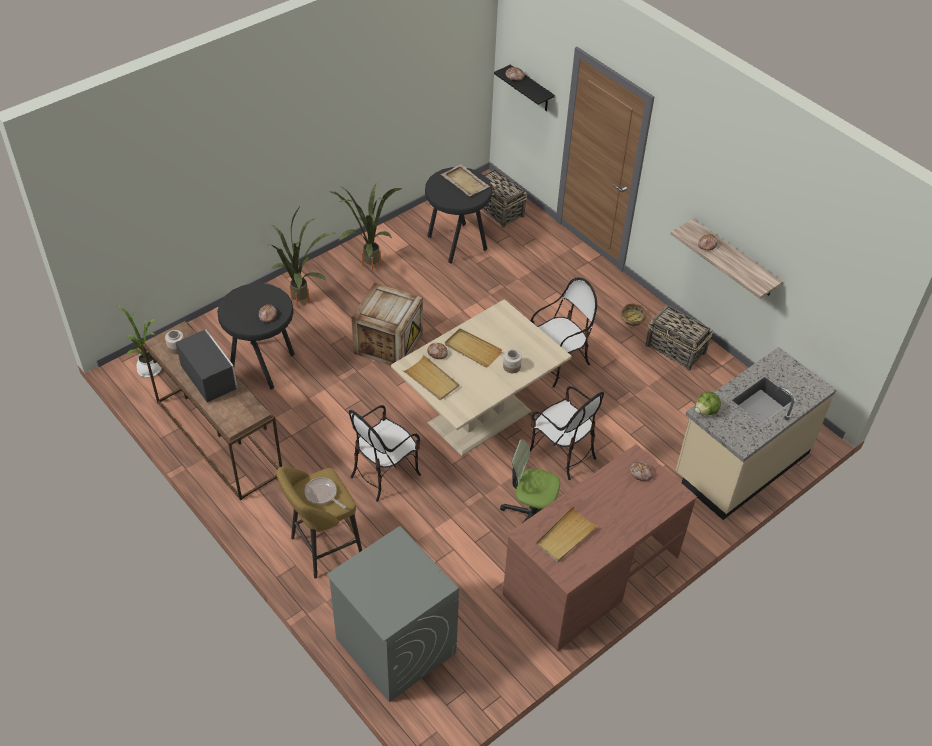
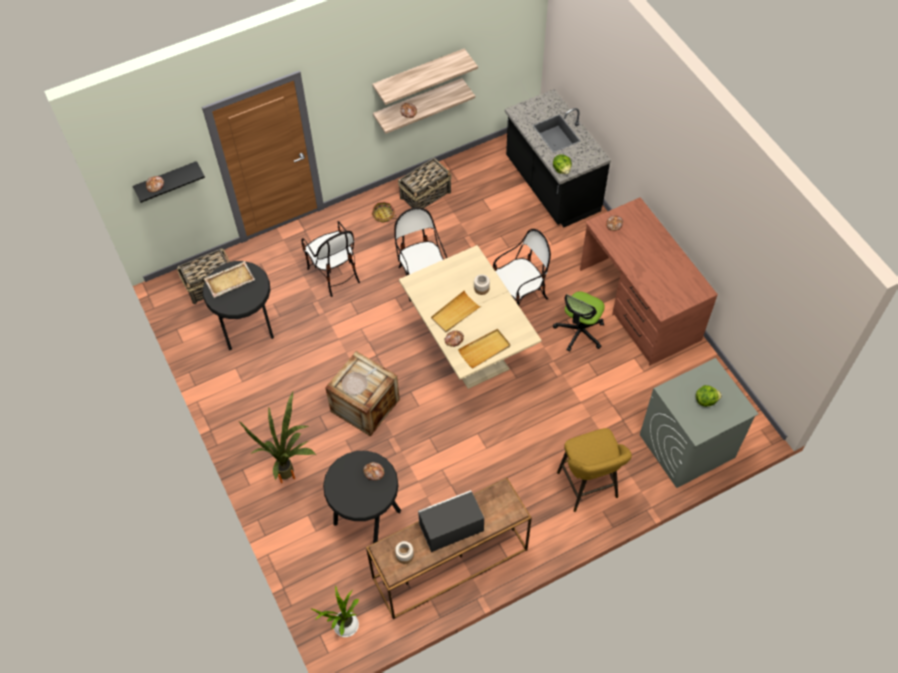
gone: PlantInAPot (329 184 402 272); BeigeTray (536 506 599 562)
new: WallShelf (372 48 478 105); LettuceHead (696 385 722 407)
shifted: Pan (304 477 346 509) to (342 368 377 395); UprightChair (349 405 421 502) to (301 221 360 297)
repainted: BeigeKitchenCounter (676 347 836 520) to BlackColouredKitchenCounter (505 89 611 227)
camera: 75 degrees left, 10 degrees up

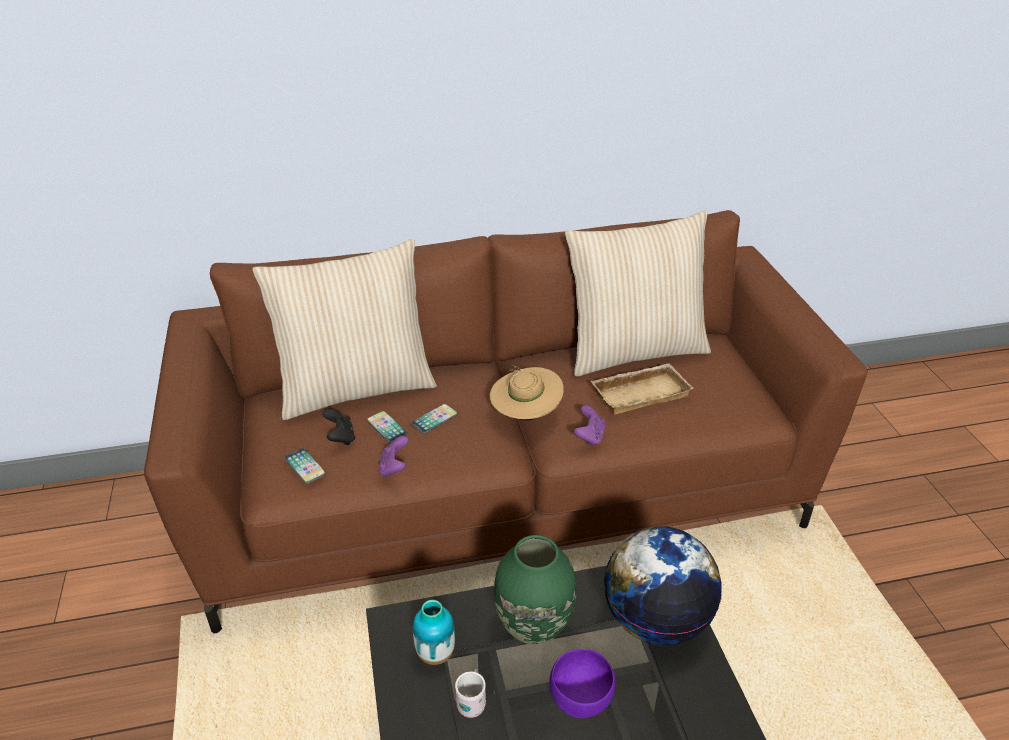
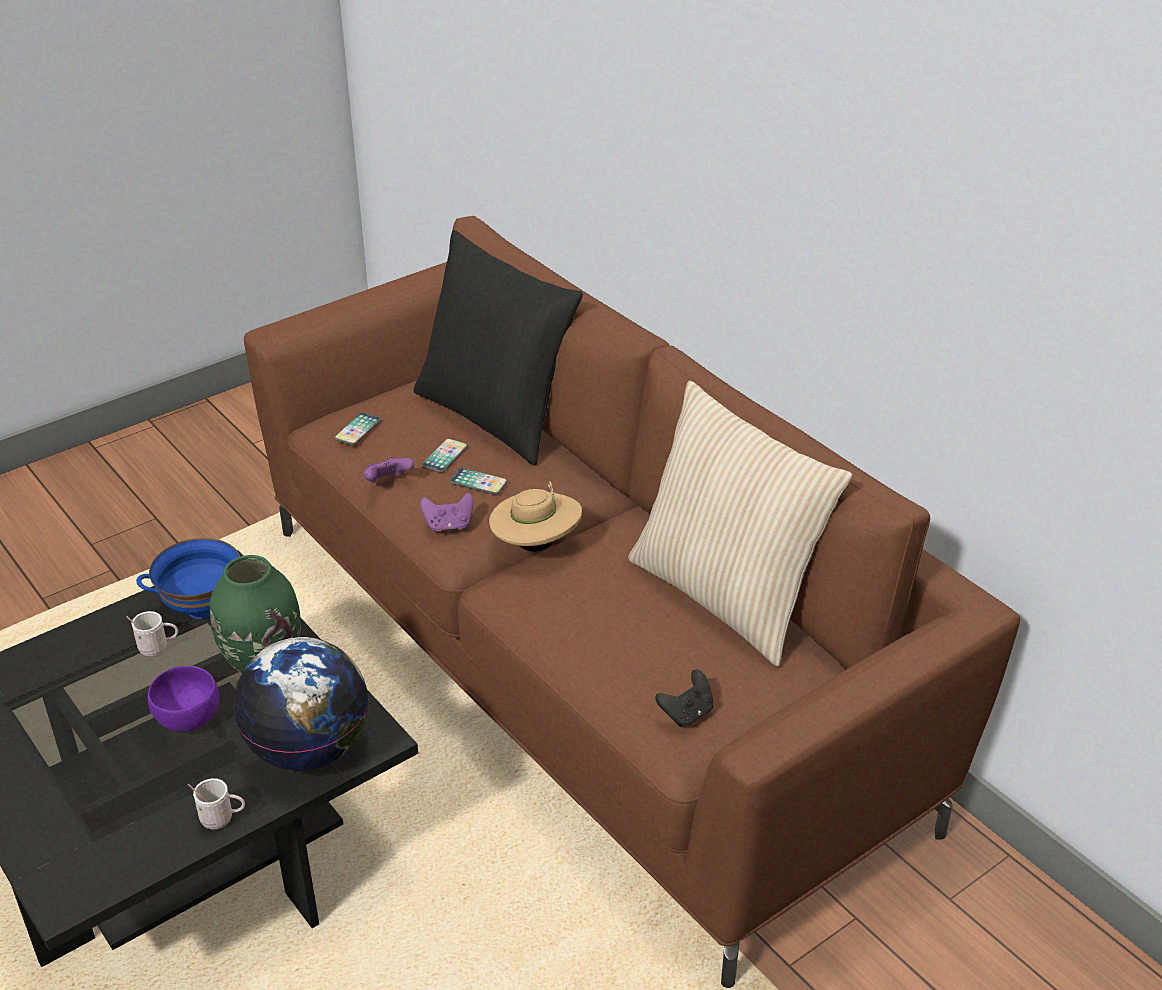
gone: BeigeTray (591 363 694 414)
new: WhiteCoffeeMug (188 778 245 830)
shifted: BlackColouredJoypad (322 409 355 445) to (655 670 714 727); PurpleColouredJoypad (574 405 605 447) to (420 493 474 532)
swapped: FlowerVase (413 600 455 665) to BluishDeepDish (136 538 240 619)
repainted: BeigeCushion (253 239 437 420) to BlackColouredCushion (413 230 583 466)
camera: 65 degrees right, 0 degrees up

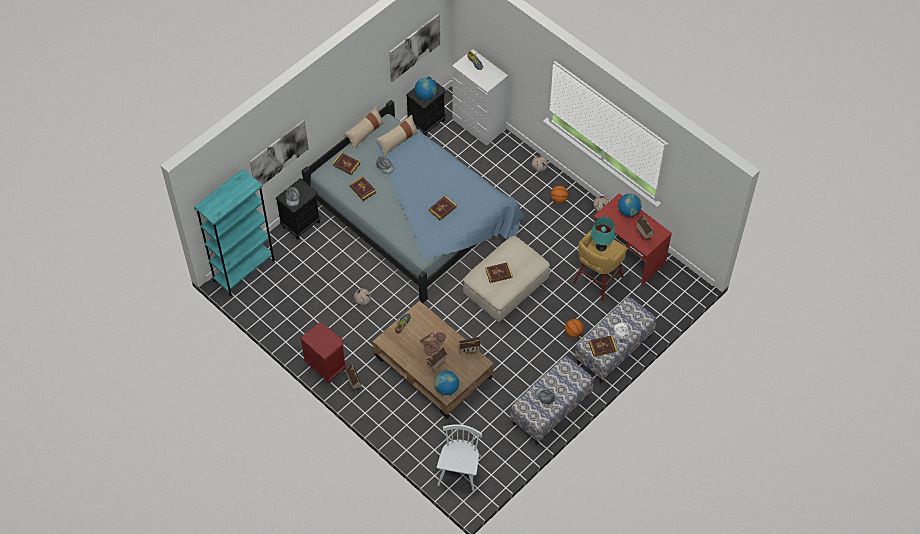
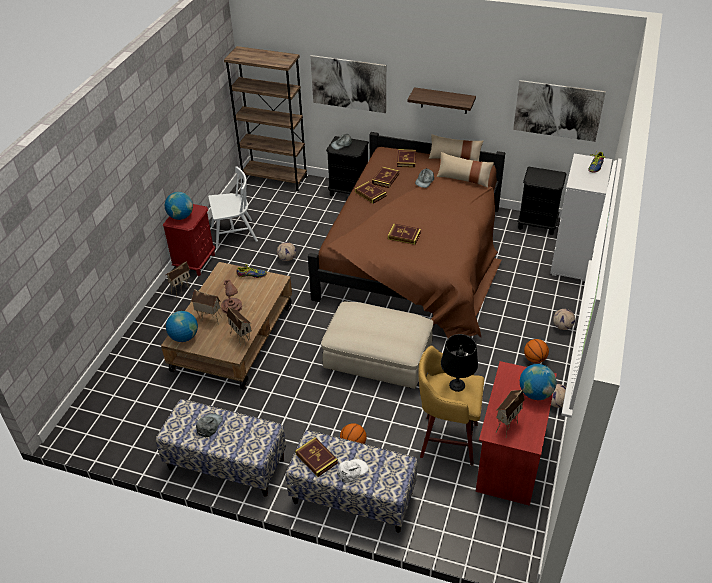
new: WallShelf (408 87 476 114)
shifted: DeskGlobe (415 78 437 100) to (165 192 193 220); WhiteUprightChair (437 424 482 492) to (208 166 258 249); Volume (485 262 513 283) to (355 181 387 204)
repainted: TurquoiseShelvingUnit (194 169 275 296) to BrownColouredShelvingUnit (224 46 308 191); BluishBed (302 100 525 303) to BrownColouredBed (308 132 505 338); TurquoiseTabletopLamp (591 216 615 251) to BlackColouredTabletopLamp (441 334 478 392)
camera: 65 degrees right, 15 degrees down

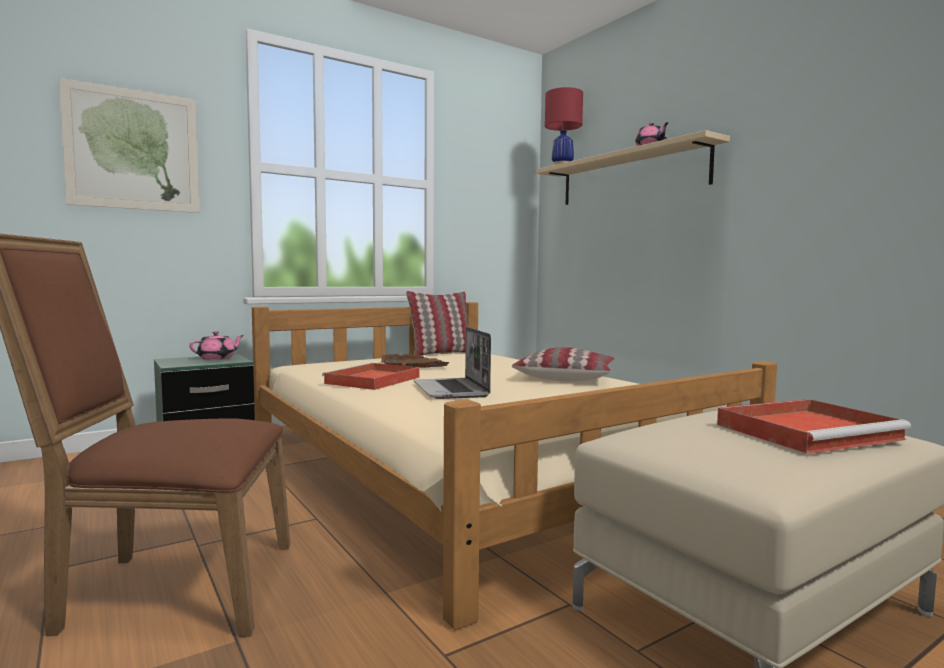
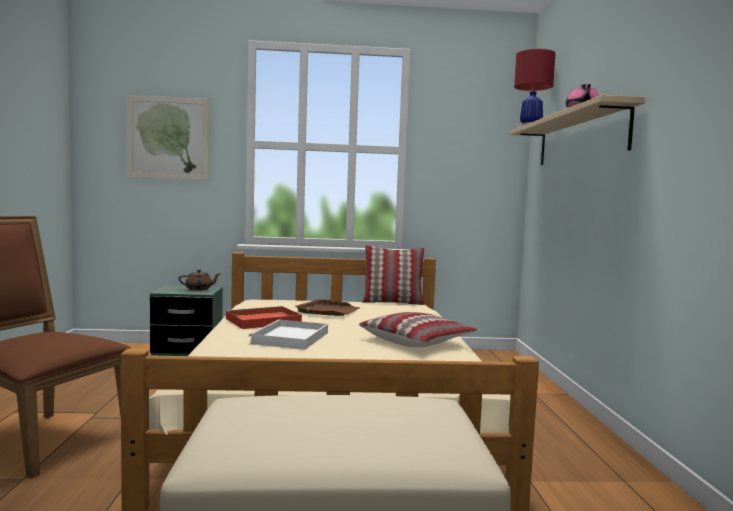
gone: RedColouredTray (717 399 911 454)
swapped: PortableComputer (414 327 491 399) to WhiteTray (249 319 328 350)
repainted: PinkishTeapot (189 331 244 360) to BrownColouredTeapot (179 269 220 290)
camera: 30 degrees right, 0 degrees up

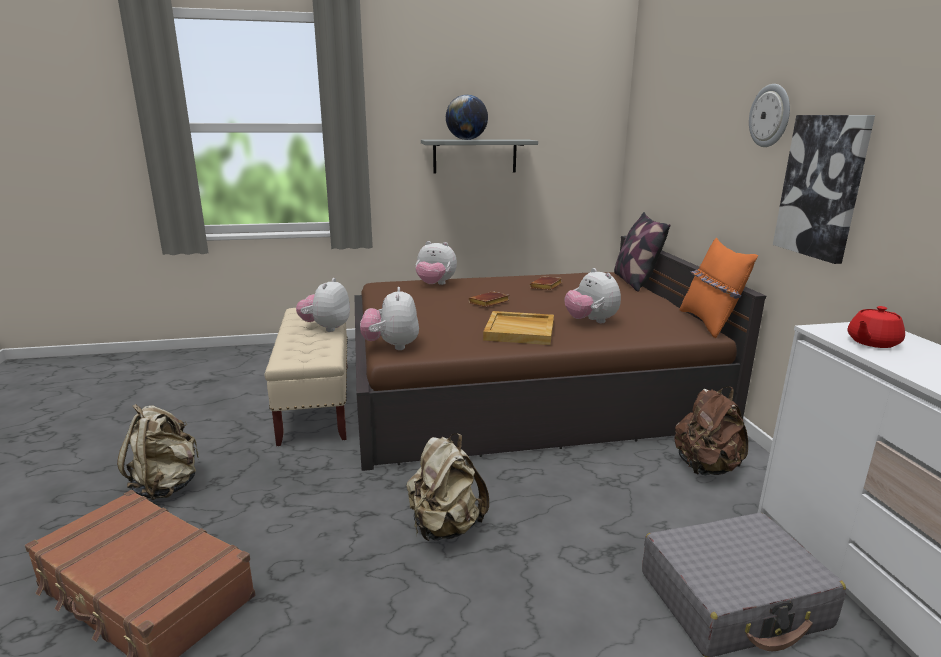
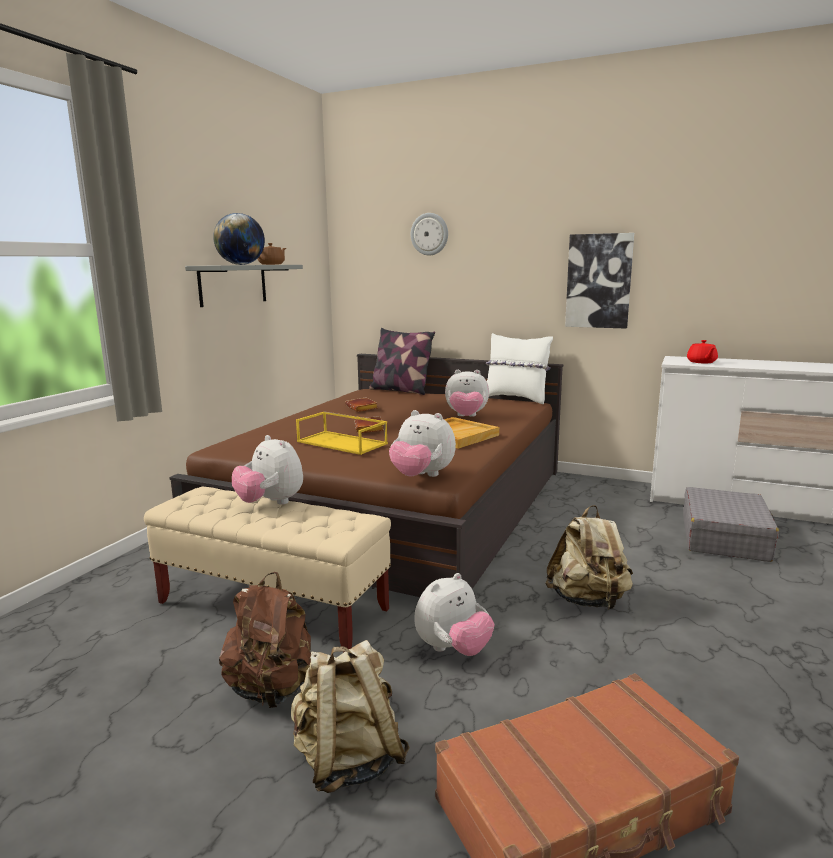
new: BrownColouredTeapot (258 243 286 265); YellowTray (296 411 388 455)
shifted: CuddlyToy (415 241 457 285) to (414 573 494 656); BrownColouredBackpack (674 386 748 475) to (219 572 311 708); HangingClock (749 84 790 147) to (411 213 448 256)
repainted: OrangeColouredCushion (680 238 758 338) to WhiteCushion (486 333 553 404)
camera: 55 degrees left, 5 degrees down

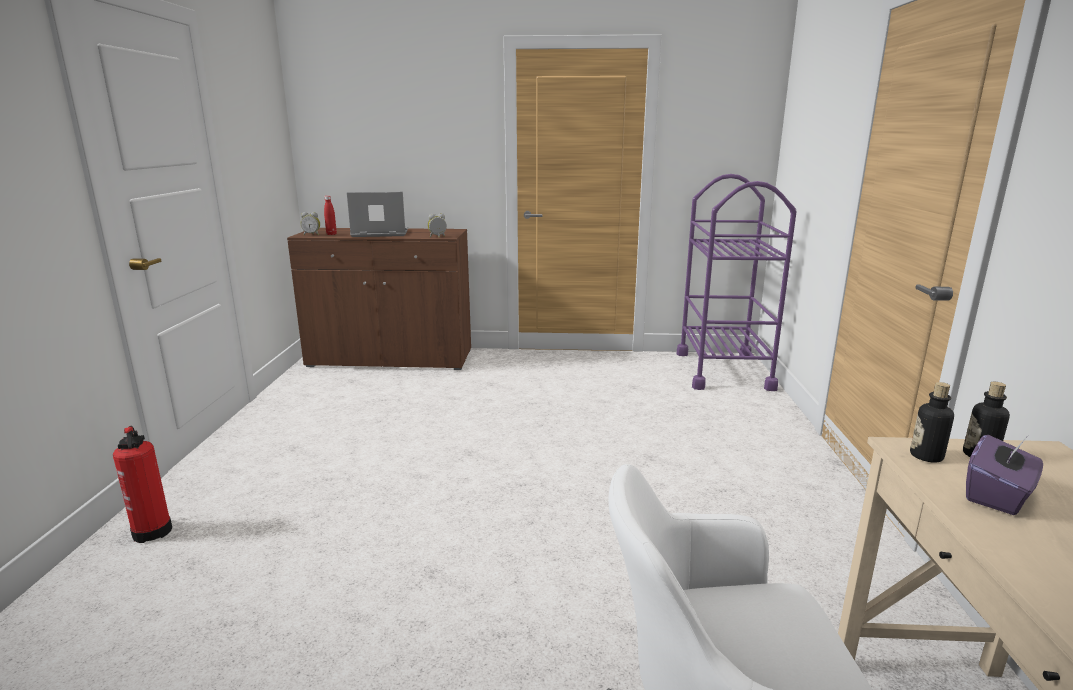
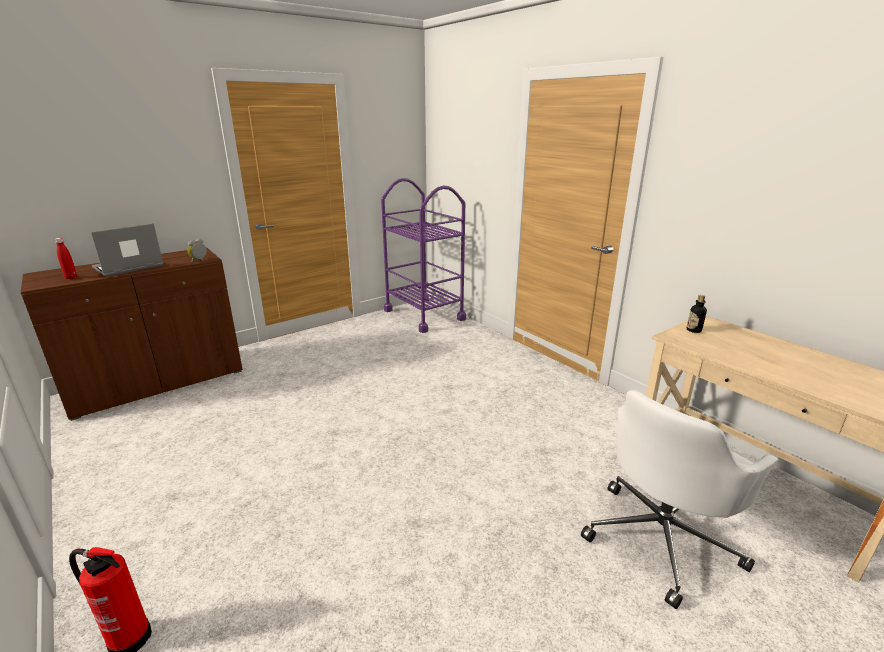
gone: AlarmClock (301 212 320 235); BeverageBottle (910 382 954 463); PurpleColouredBoxOfTissues (966 435 1043 515)
camera: 40 degrees left, 5 degrees up

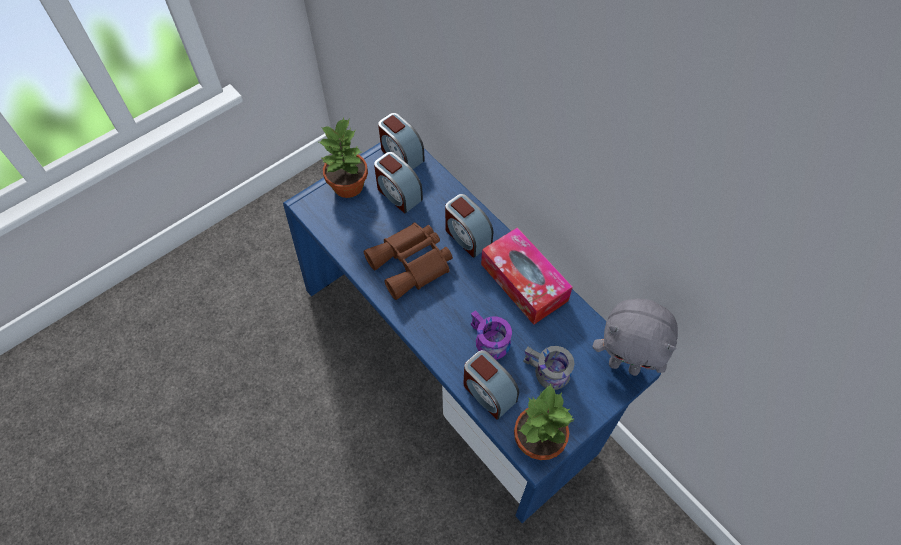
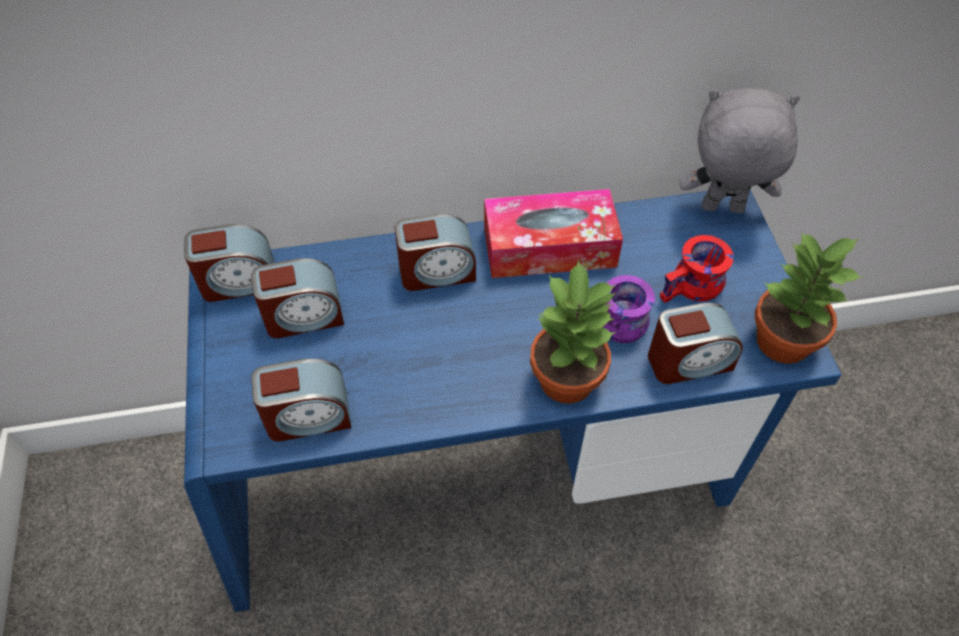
gone: BrownColouredFieldGlasses (363 222 453 300)
new: AlarmClock (251 358 351 442)
shifted: PlantInAPot (319 118 368 198) to (530 260 616 404)
repainted: GreyishCoffeeMug (523 346 574 390) to RedColouredCoffeeMug (660 235 734 303)
rotated: GreyishCuddlyToy (592 298 678 376) = (680 88 800 213) 135 degrees counterclockwise
camera: 60 degrees left, 5 degrees down

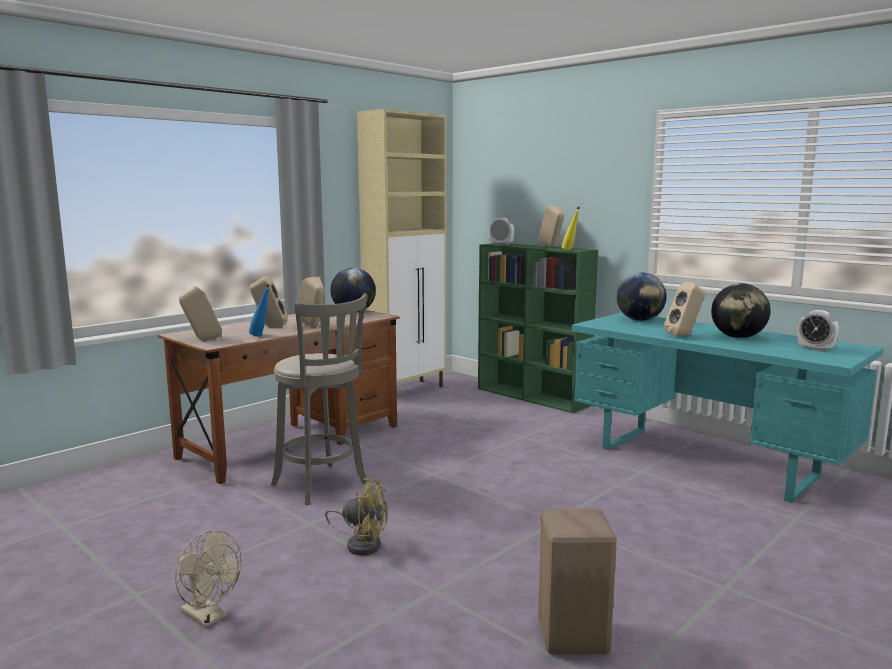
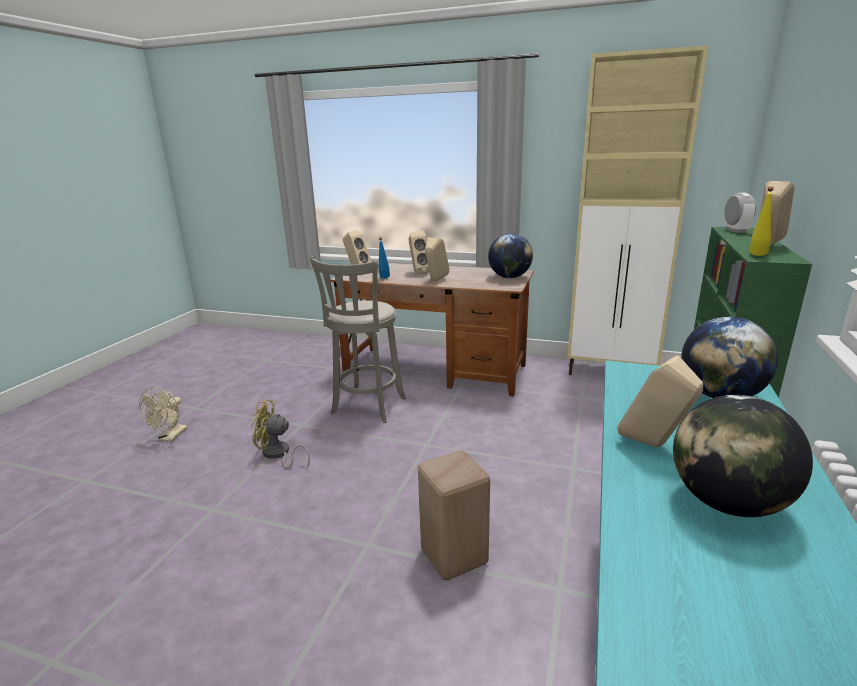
gone: AlarmClock (797 310 839 352)
shifted: BeigeStoolSeat (538 509 617 655) to (418 450 490 581)
rotated: YellowCoolingFan (325 478 388 555) = (251 400 310 468) 105 degrees clockwise
camera: 65 degrees right, 10 degrees up

